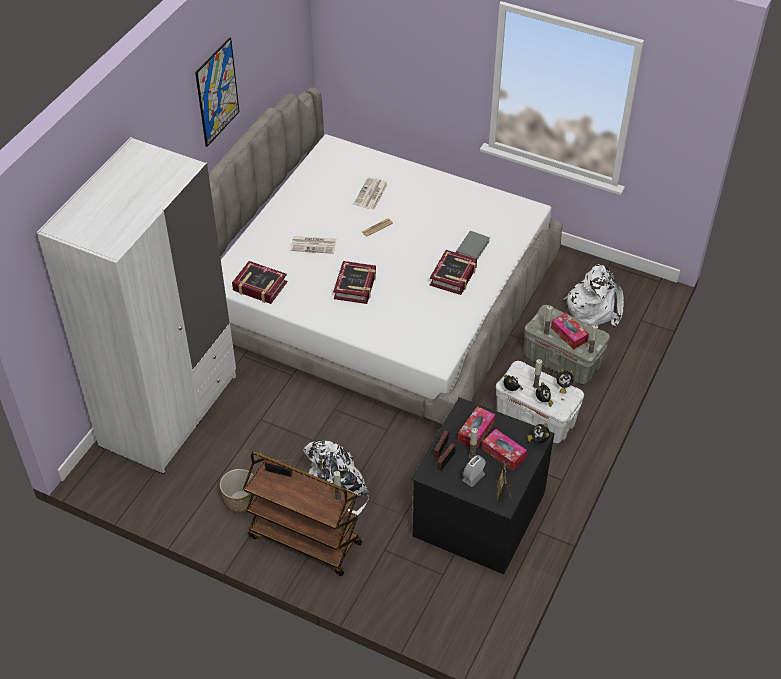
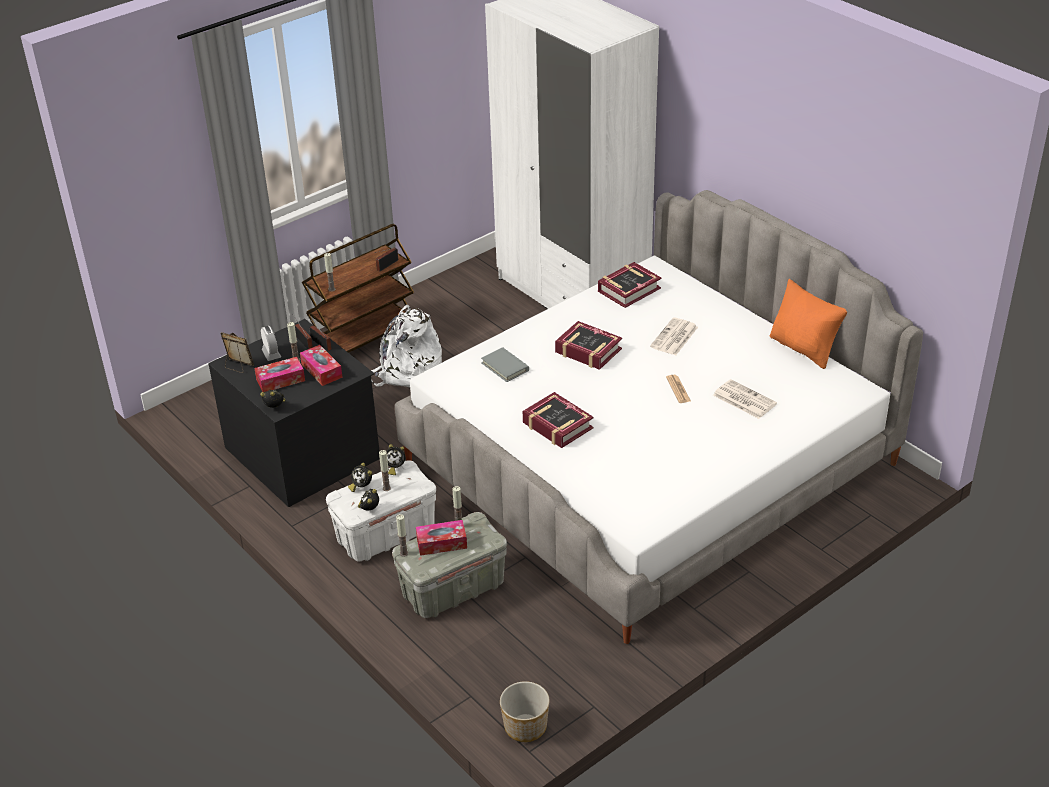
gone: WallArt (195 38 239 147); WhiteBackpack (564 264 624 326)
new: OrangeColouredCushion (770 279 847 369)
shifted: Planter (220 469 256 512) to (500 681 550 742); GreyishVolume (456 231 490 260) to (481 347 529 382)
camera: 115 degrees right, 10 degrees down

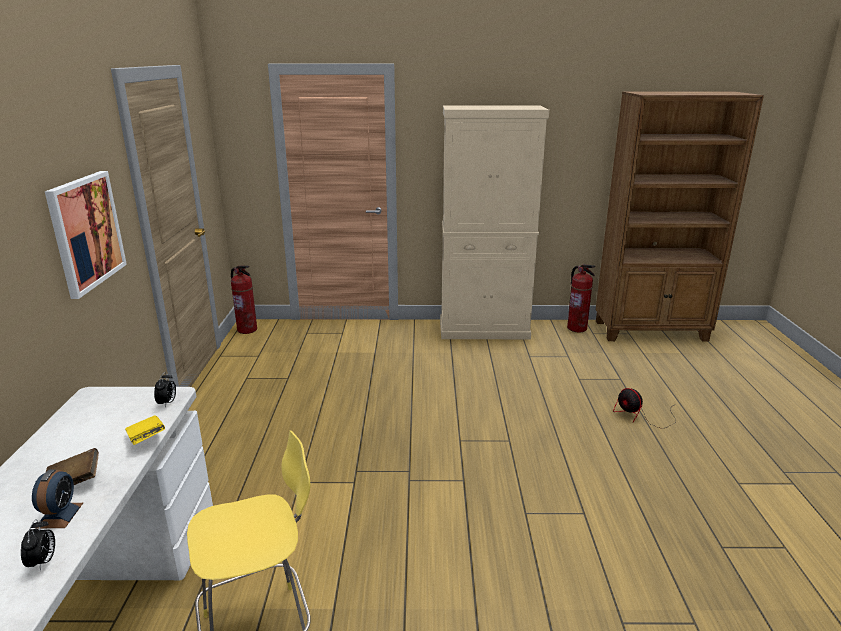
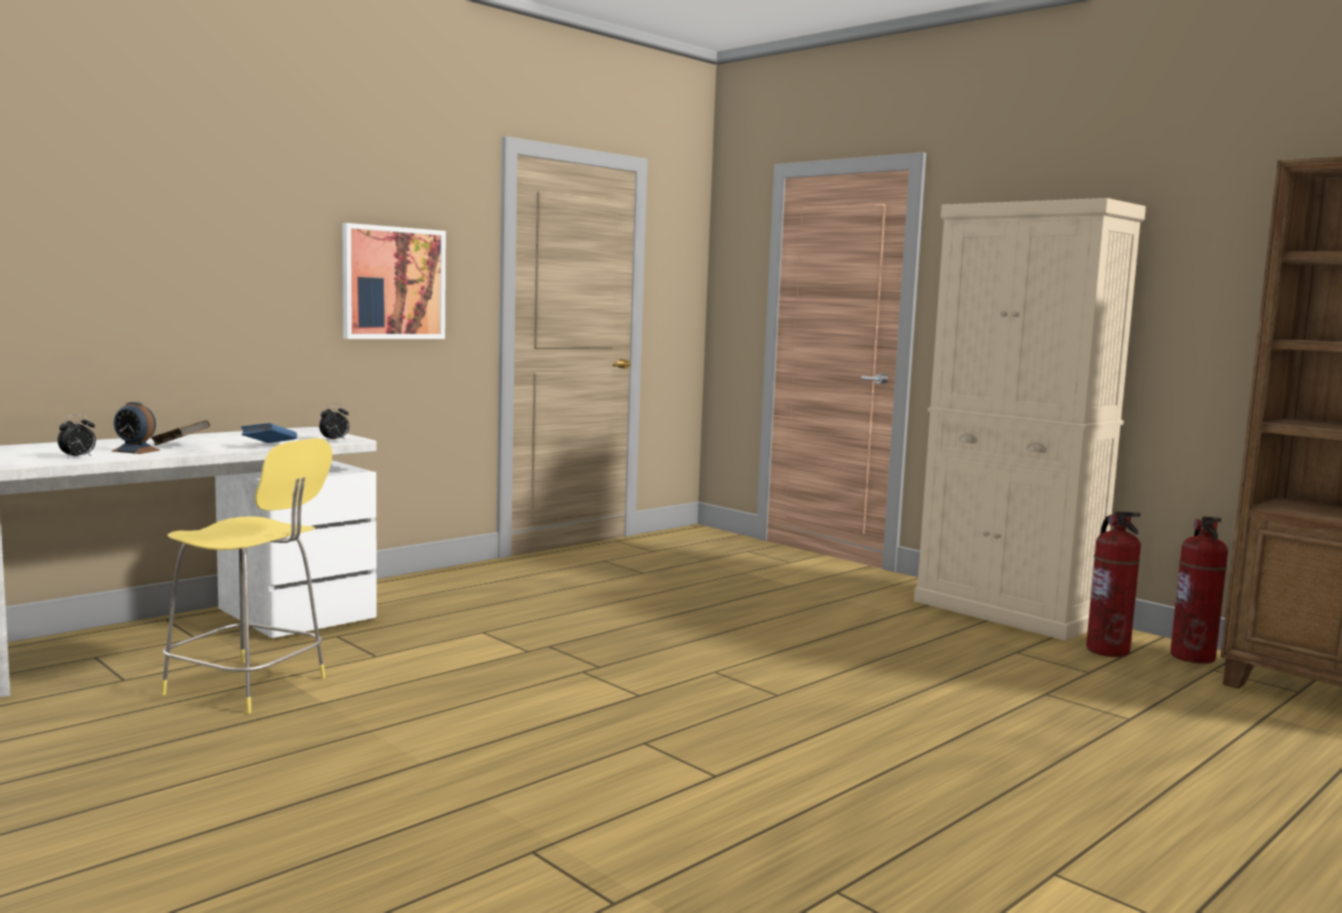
gone: CoolingFan (613 388 676 428)
shifted: Extinguisher (231 265 257 334) to (1086 512 1141 657)
repainted: YellowVolume (125 415 165 445) to BluishVolume (241 423 297 443)
rotated: AlarmClock (32 470 83 528) = (112 402 160 454) 60 degrees clockwise
camera: 45 degrees right, 15 degrees down

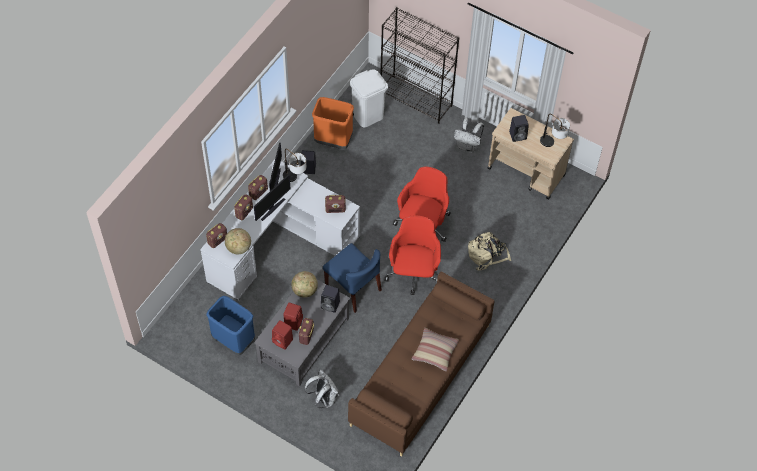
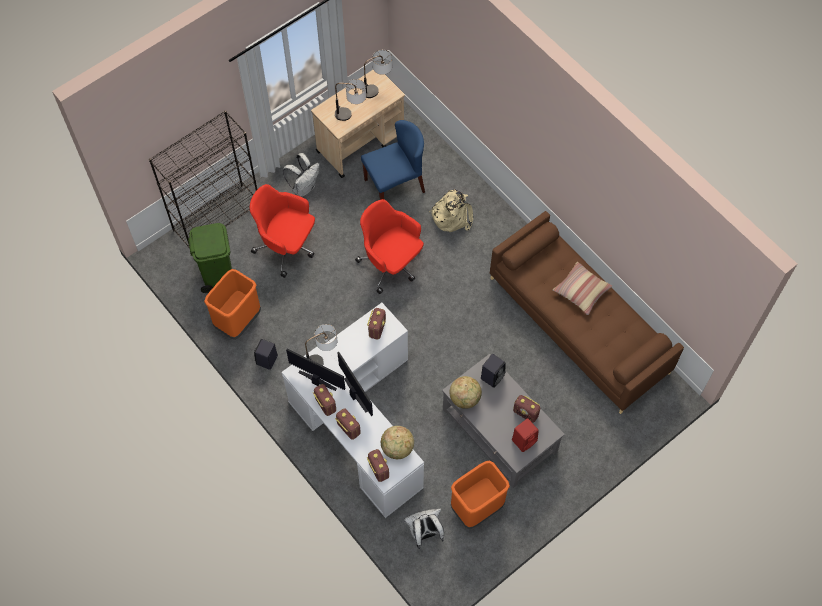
gone: RedColouredSpeaker (283 303 303 331)
shifted: WhiteBackpack (304 370 340 408) to (404 508 444 549); BluishUprightChair (323 243 382 313) to (361 120 425 200); RedColouredOfficeChair (385 215 441 295) to (250 184 315 278)
swapped: BlackColouredSpeaker (509 115 529 142) to TabletopLamp (335 79 366 121)
repainted: BluishRubbishBin (206 296 255 356) to OrangeColouredRubbishBin (451 460 510 529); WhiteRubbishBin (350 69 388 127) to GreenColouredRubbishBin (188 223 232 293)
camera: 70 degrees left, 5 degrees up

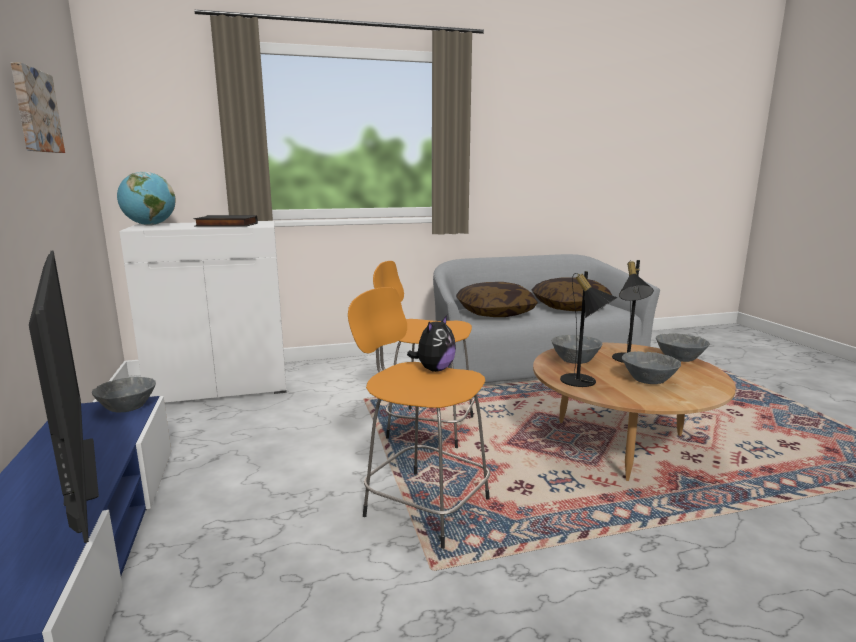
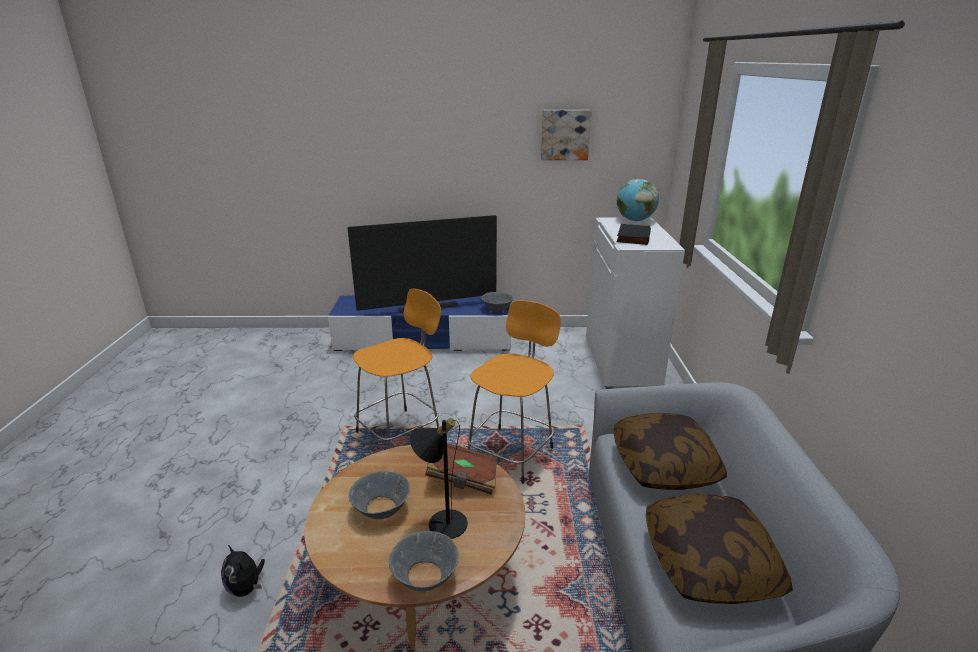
gone: BlackColouredTabletopLamp (560 271 617 387)
shifted: CuddlyToy (407 315 456 372) to (221 545 265 597)
swapped: GreyishDeepDish (551 335 602 364) to BrownColouredVolume (425 443 497 495)
camera: 105 degrees right, 10 degrees up

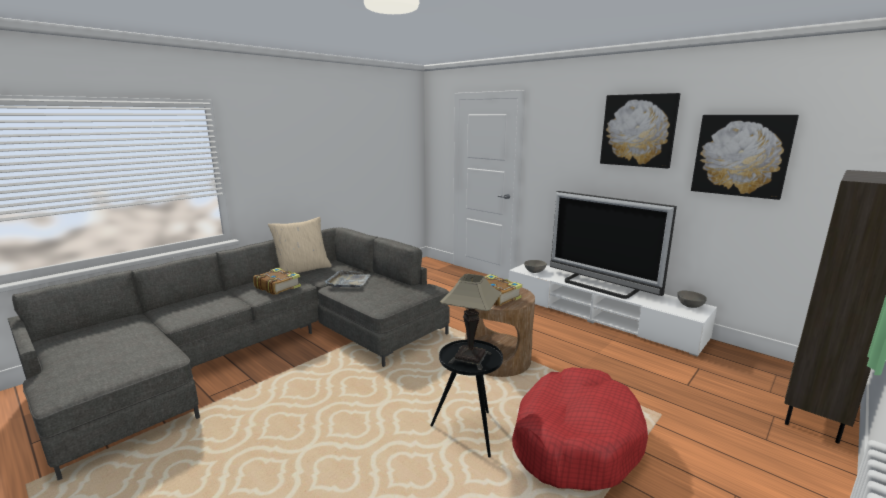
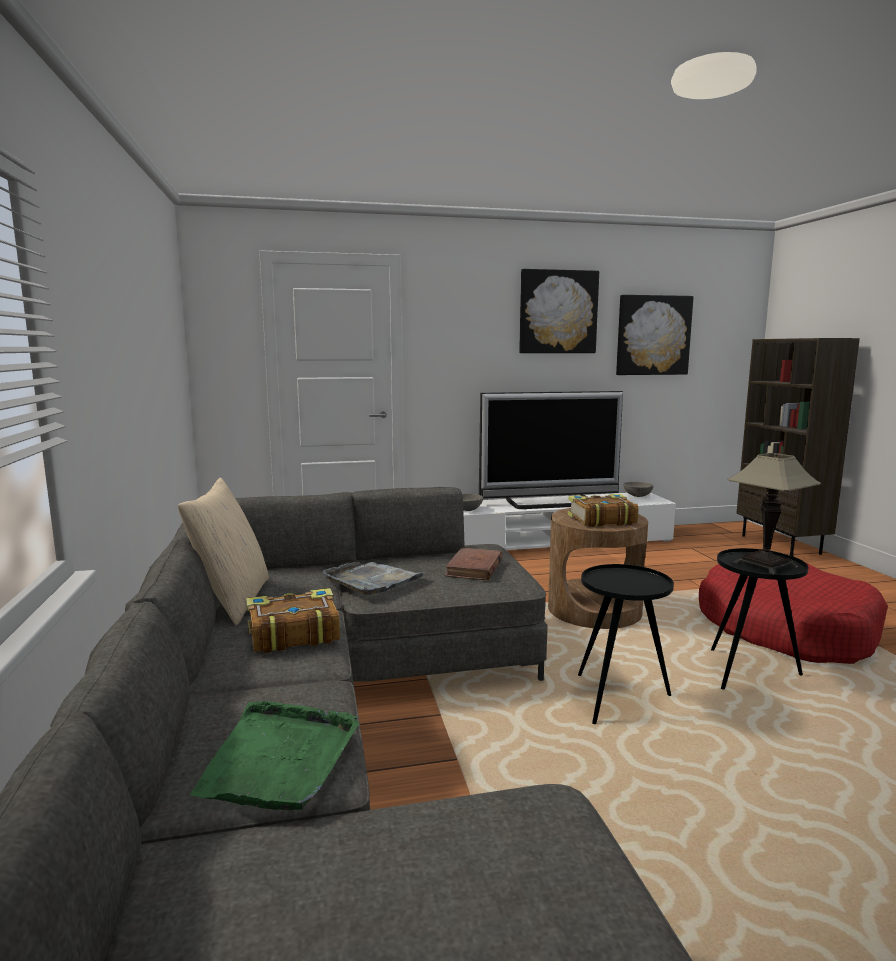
new: GreenColouredTray (190 701 359 810); BrownColouredVolume (444 548 503 580); BlackColouredEndTable (578 564 674 724)
camera: 55 degrees left, 5 degrees down

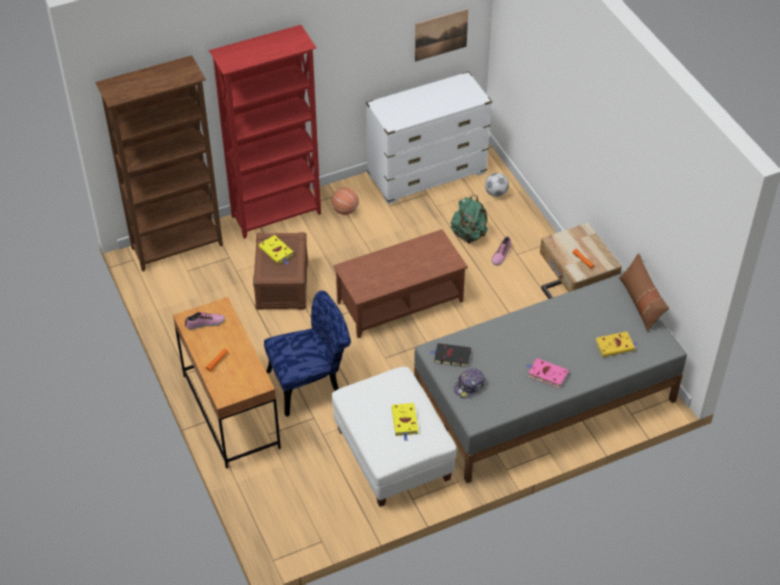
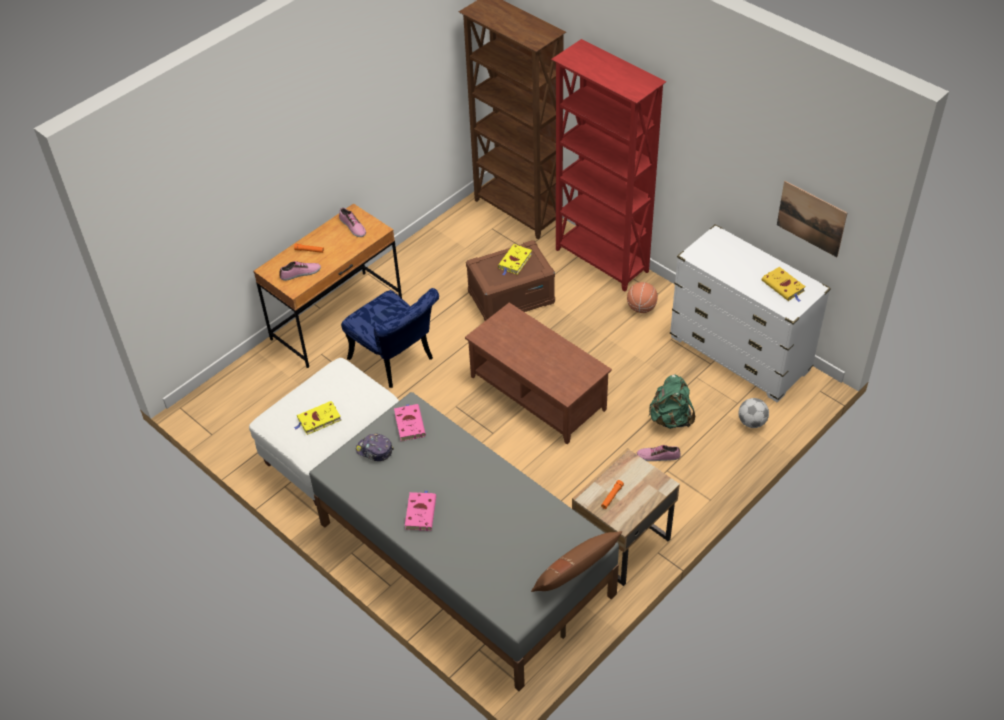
new: Shoe (279 261 321 281)
shifted: YellowVolume (595 332 637 357) to (762 267 806 302)
repainted: BlackColouredVolume (429 343 471 367) to PinkishVolume (394 404 426 441)
camera: 70 degrees right, 0 degrees up

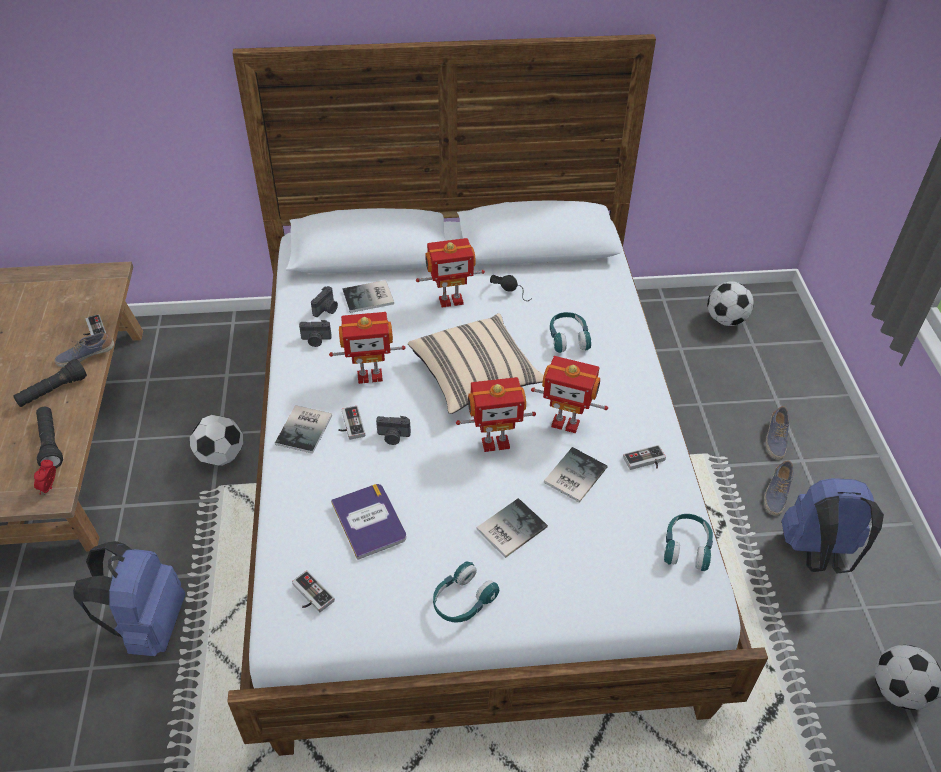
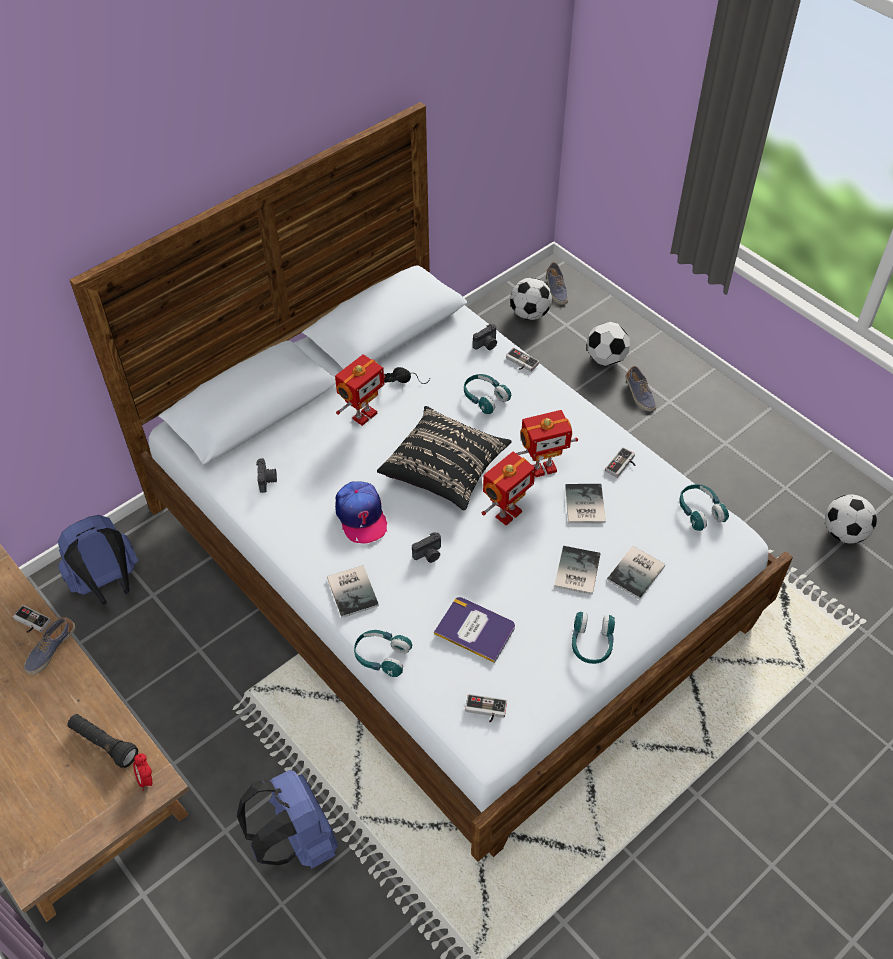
gone: BlackColouredHandTorch (13 359 87 407)
new: TurquoiseHeadphones (354 630 412 677)
shifted: Football (190 415 243 466) to (587 322 630 366); StillCamera (299 320 332 347) to (473 324 497 350); Joypad (338 406 365 440) to (506 348 539 372); Volume (342 280 394 313) to (607 546 665 600); Shoe (764 460 794 516) to (546 262 568 305); BluishBackpack (781 478 884 573) to (58 515 138 604)
swapped: RobotFigure (329 312 406 384) to Cap (335 482 387 544)
repainted: BeigeCushion (408 313 544 414) to BlackColouredCushion (377 406 512 510)
camera: 35 degrees left, 5 degrees up

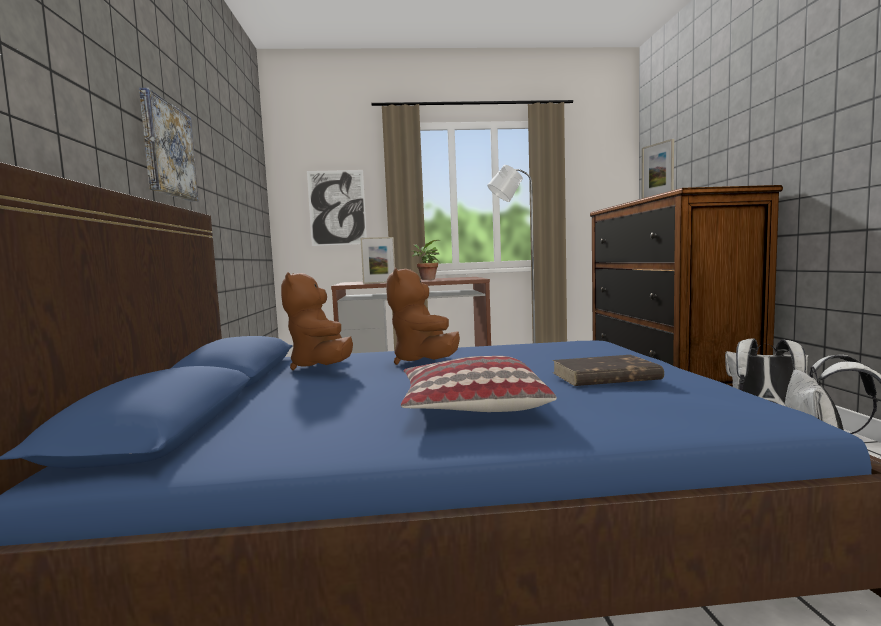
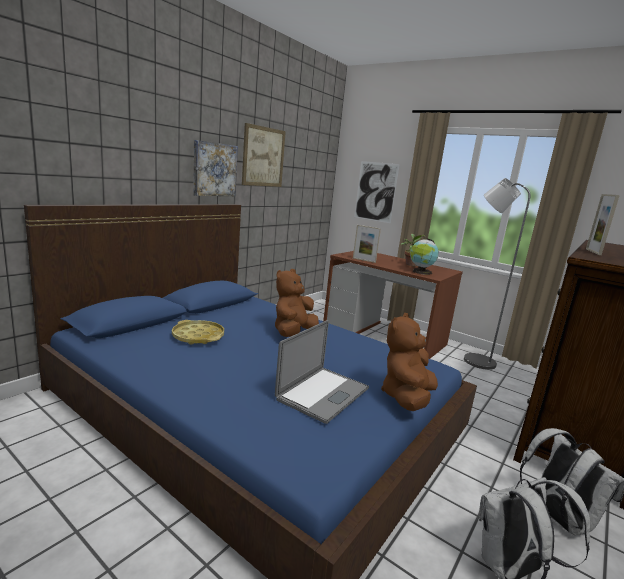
gone: Cushion (401 356 557 412)
new: YellowTray (172 320 224 345); WallArt (242 123 286 187); DeskGlobe (410 238 439 275)
shifted: BrownColouredCuddlyToy (281 272 353 370) to (381 313 438 411)
swapped: BrownColouredVolume (552 355 664 386) to PortableComputer (275 320 369 424)
camera: 40 degrees right, 10 degrees up

